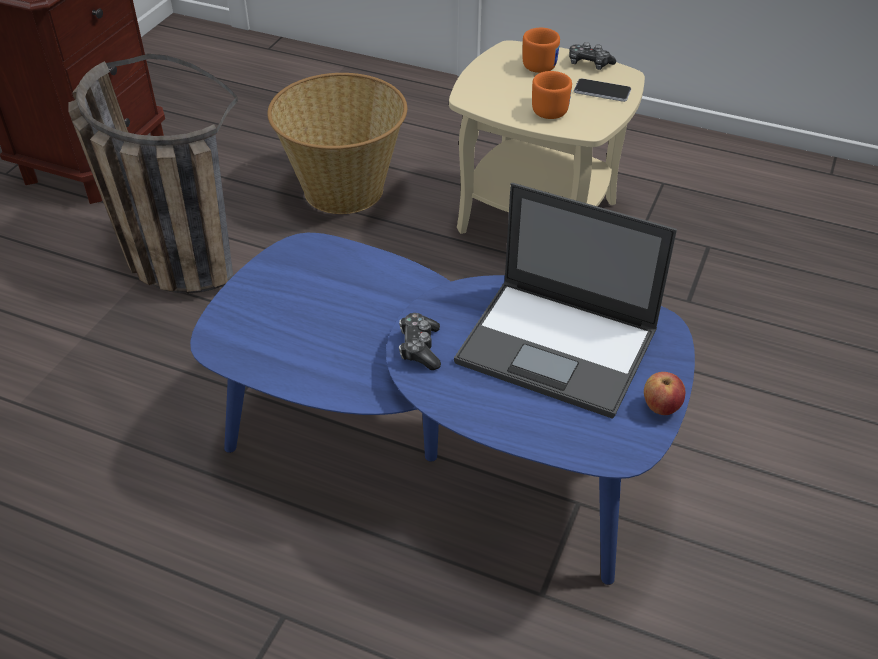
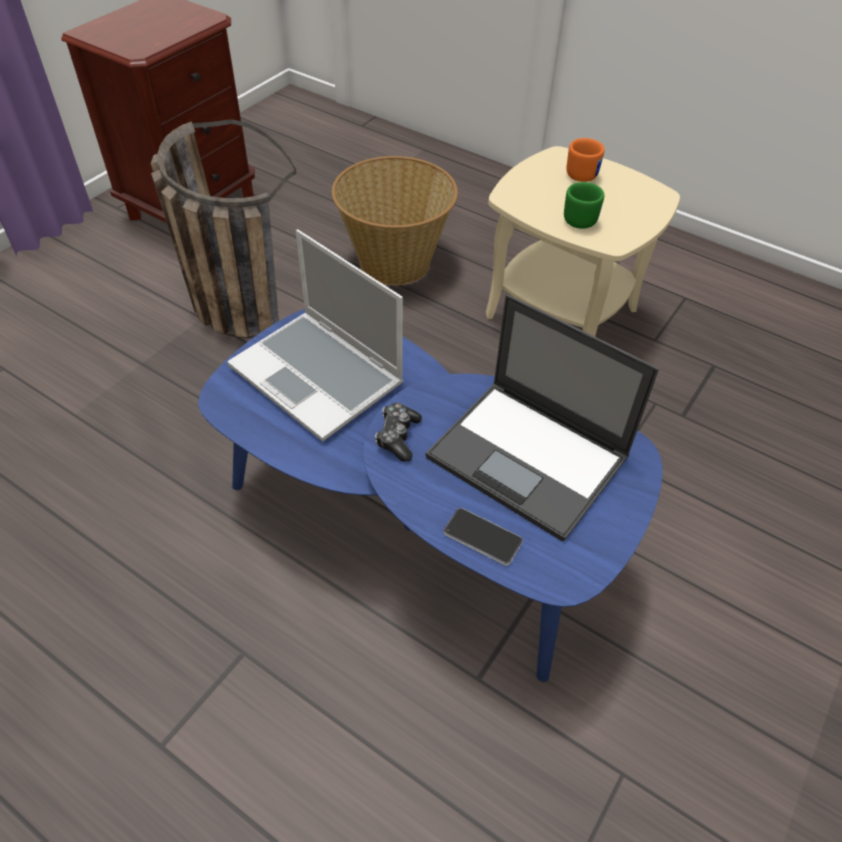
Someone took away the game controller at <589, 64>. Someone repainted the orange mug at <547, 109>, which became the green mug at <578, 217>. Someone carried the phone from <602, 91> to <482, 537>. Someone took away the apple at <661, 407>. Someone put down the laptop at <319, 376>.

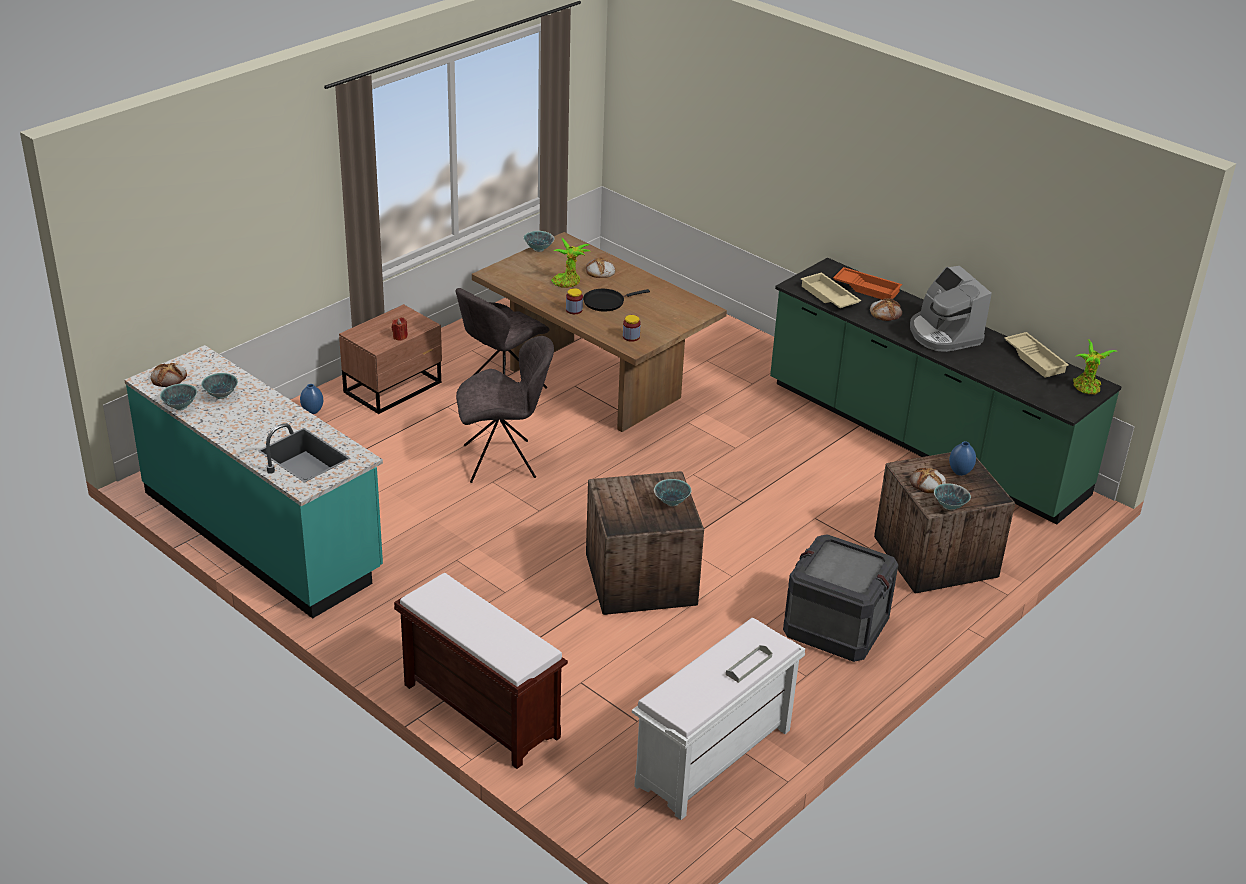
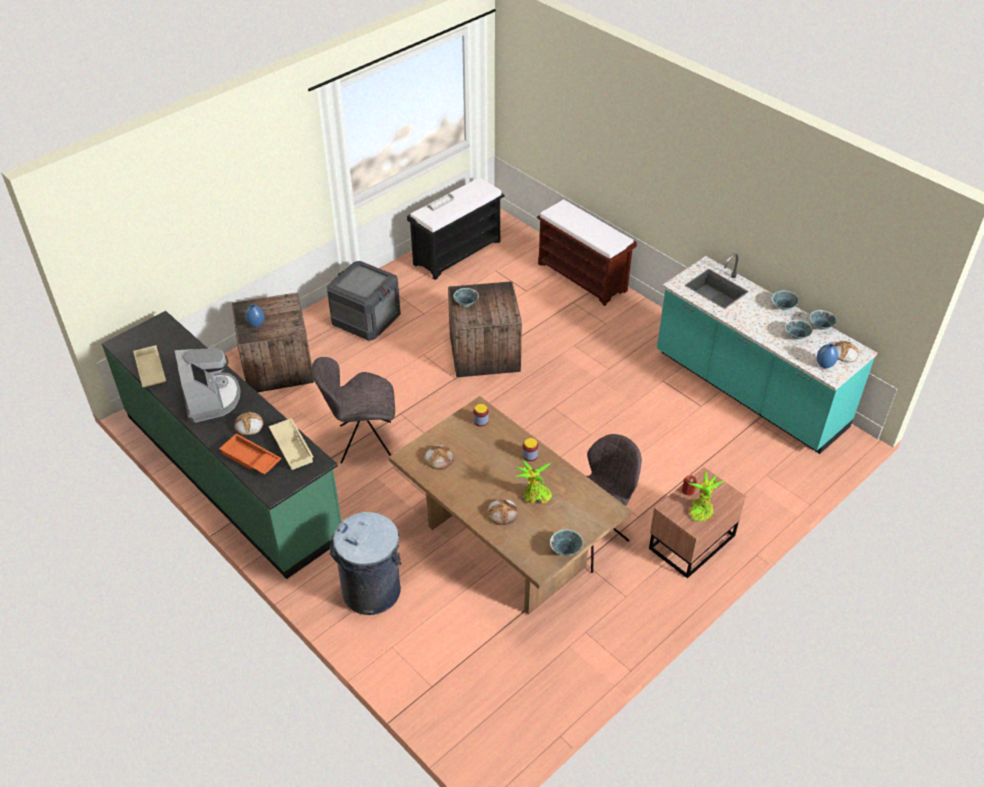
Someone took away the black frying pan at <606, 302>. Someone carried the grey chair from <503, 461> to <363, 442>. Someone carried the potted plant from <1086, 388> to <701, 510>. Someone carried the blue vase from <313, 411> to <824, 365>. Someone carried the bread from <927, 483> to <439, 458>. Someone carried the bowl from <949, 507> to <783, 307>. Someone repainted the white bench at <713, 759>, which became the black bench at <457, 252>. Someone put down the grey trash can at <371, 591>.

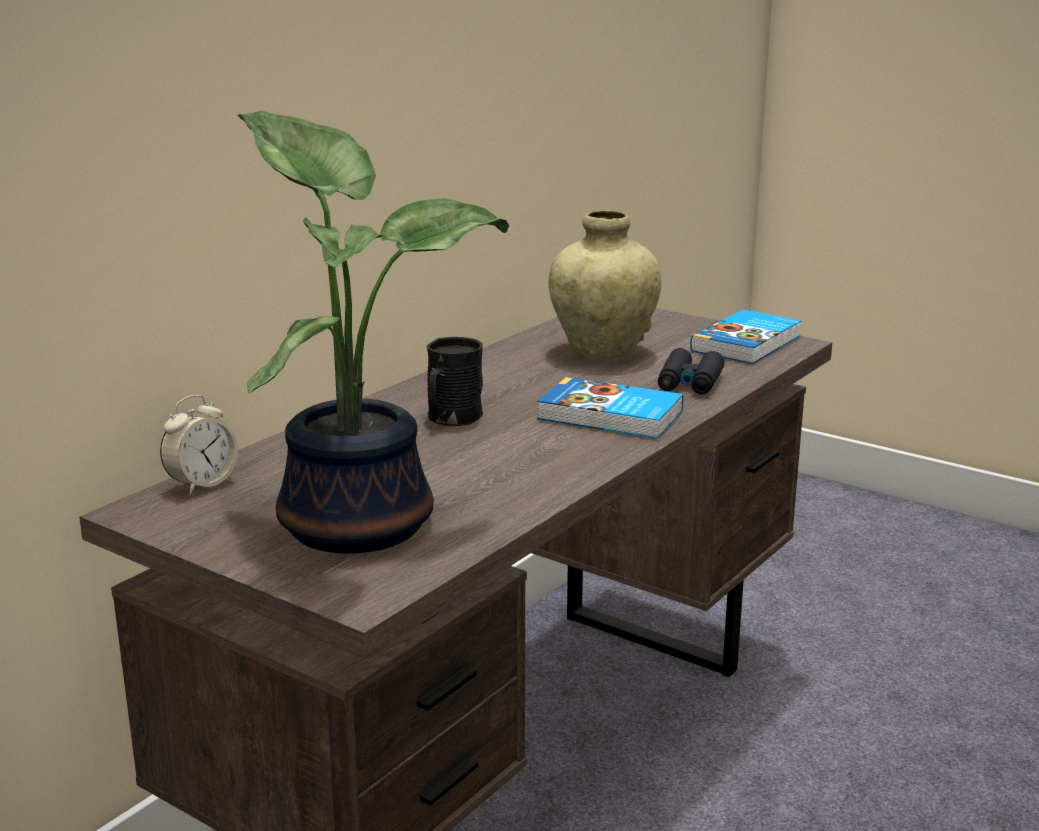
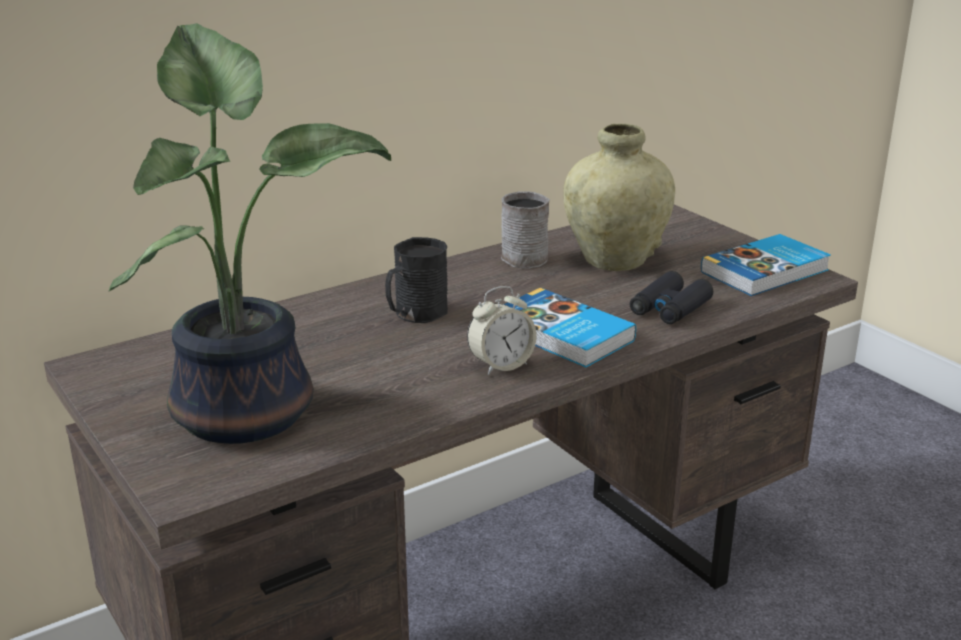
Someone carried the alarm clock from <202, 483> to <501, 365>. Someone put down the grey mug at <521, 256>.

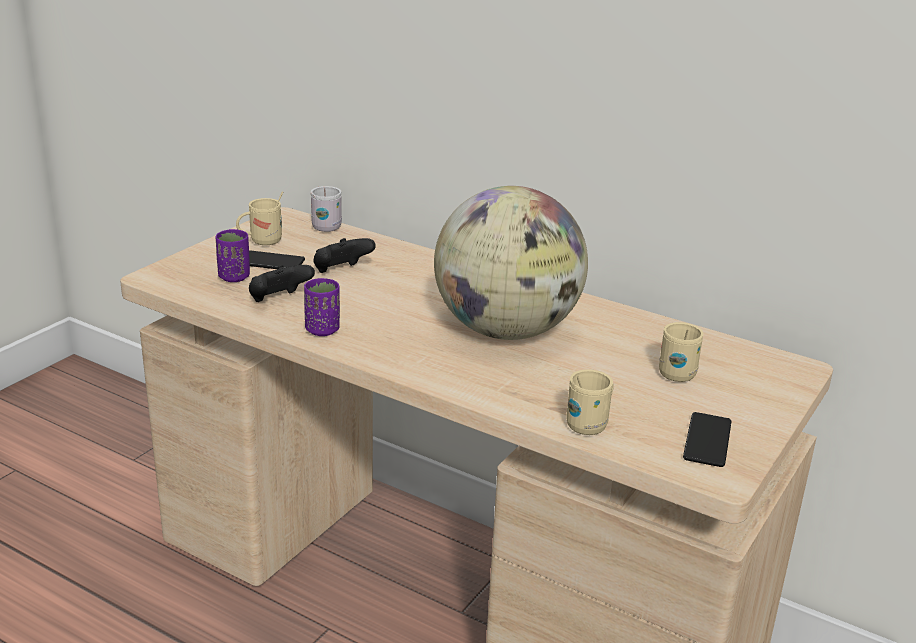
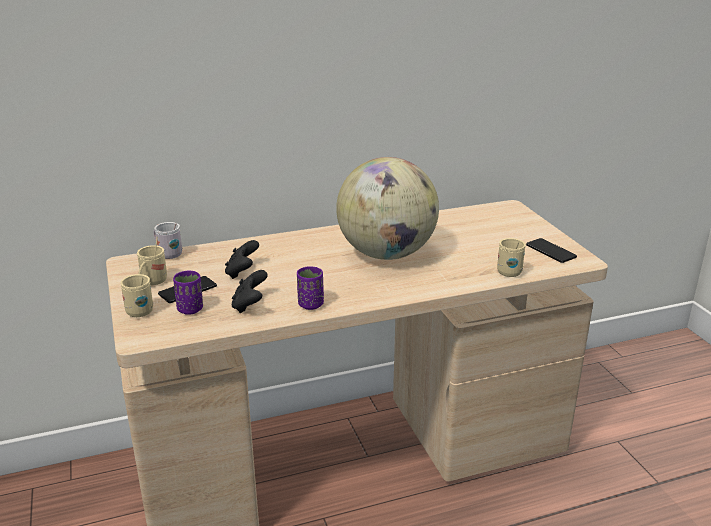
Someone carried the beige mug from <676, 372> to <137, 310>.

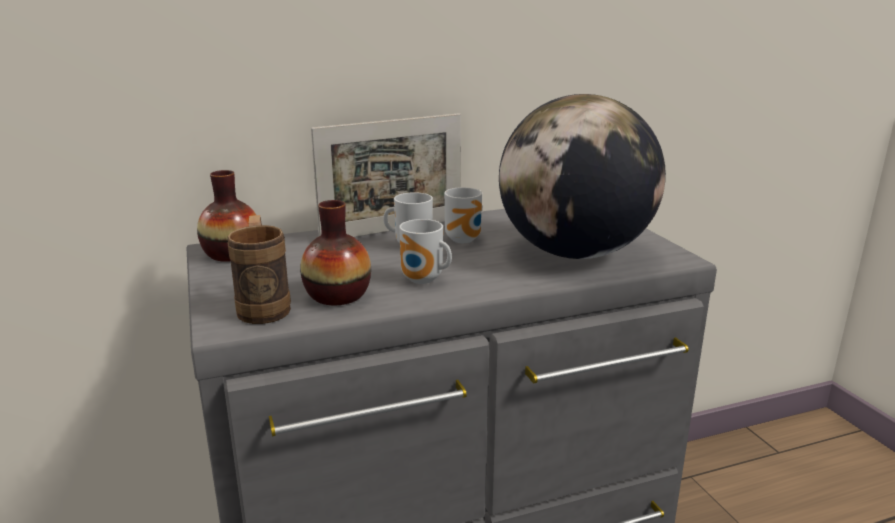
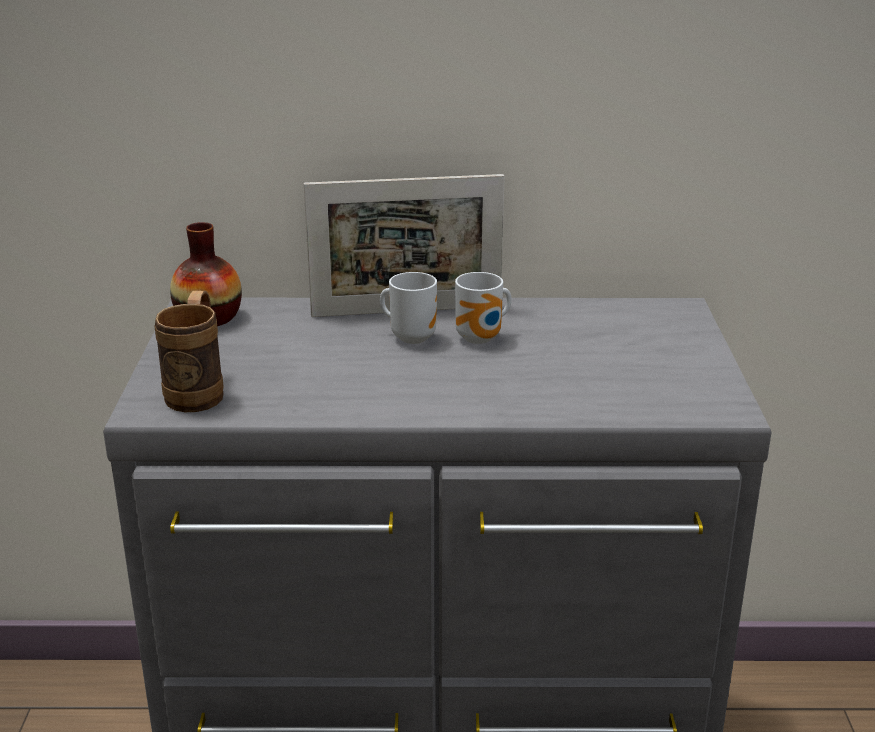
Someone took away the globe at <574, 253>. Someone took away the vase at <337, 295>. Someone took away the mug at <423, 281>.

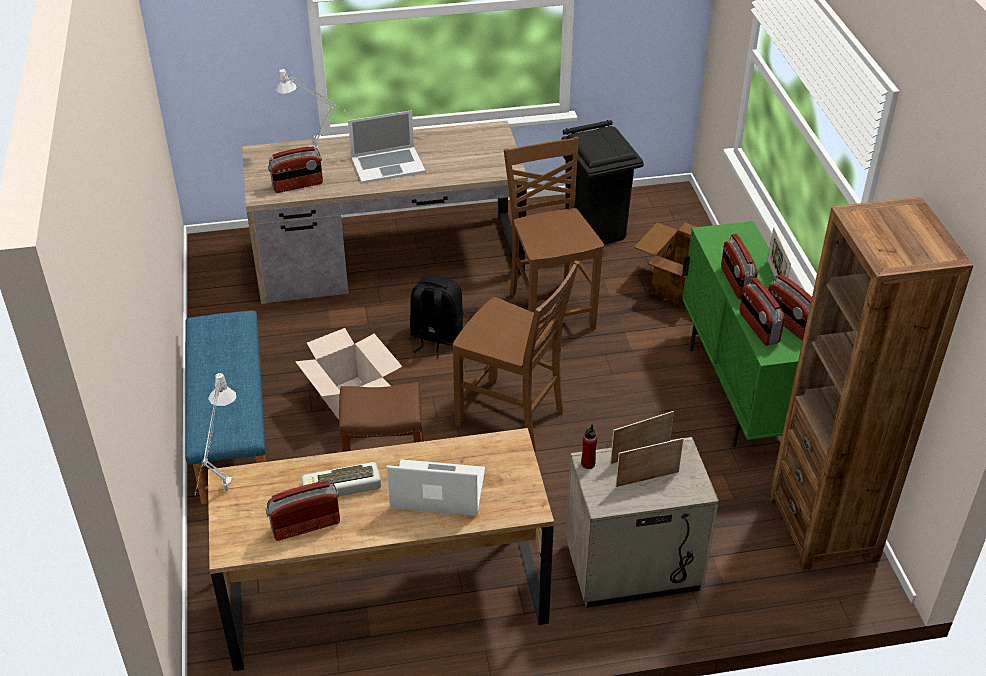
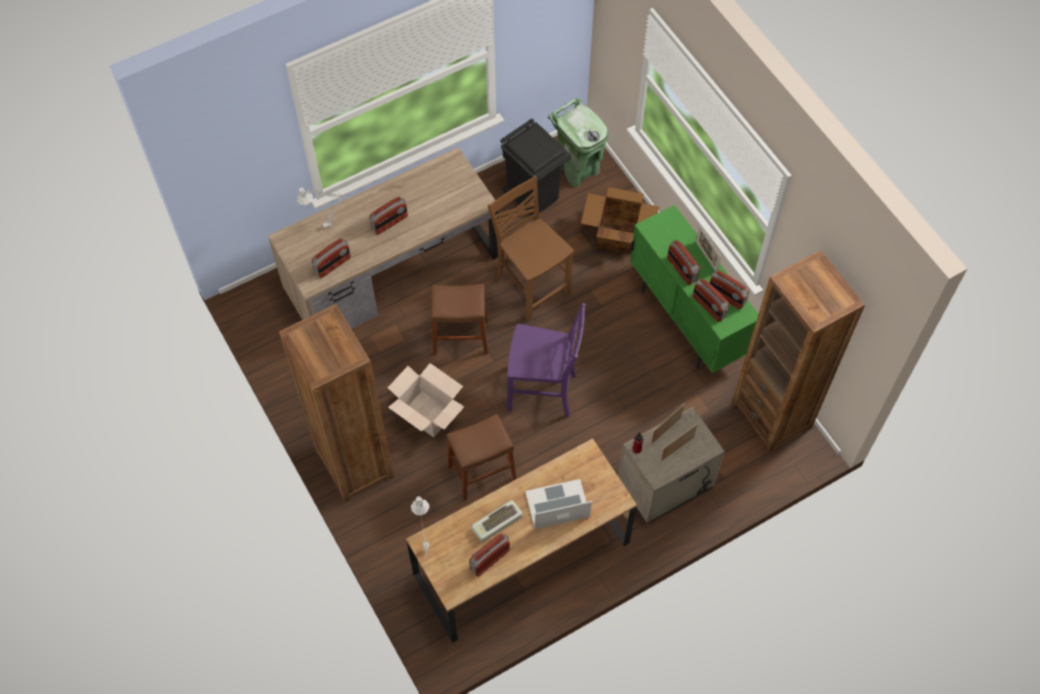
Someone swapped the laptop at <387, 165> for the radio at <389, 223>. Someone repainted the brown chair at <512, 418>, which became the purple chair at <543, 392>. Someone swapped the black backpack at <436, 338> for the brown stool at <460, 337>. Someone swapped the blue bench at <231, 429> for the brown bookcase at <354, 464>. Someone put down the green trash can at <577, 170>.

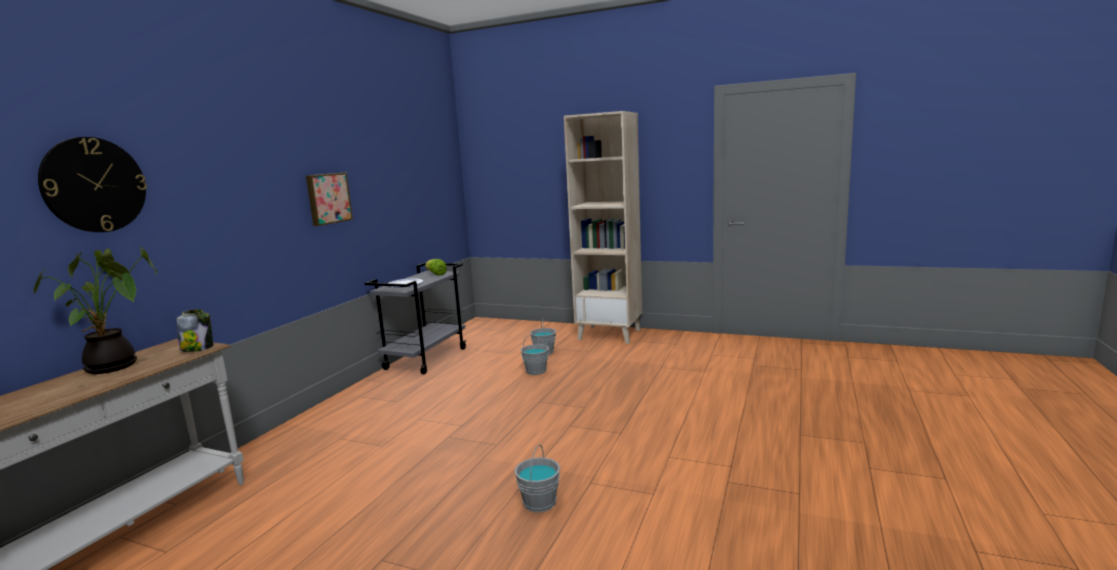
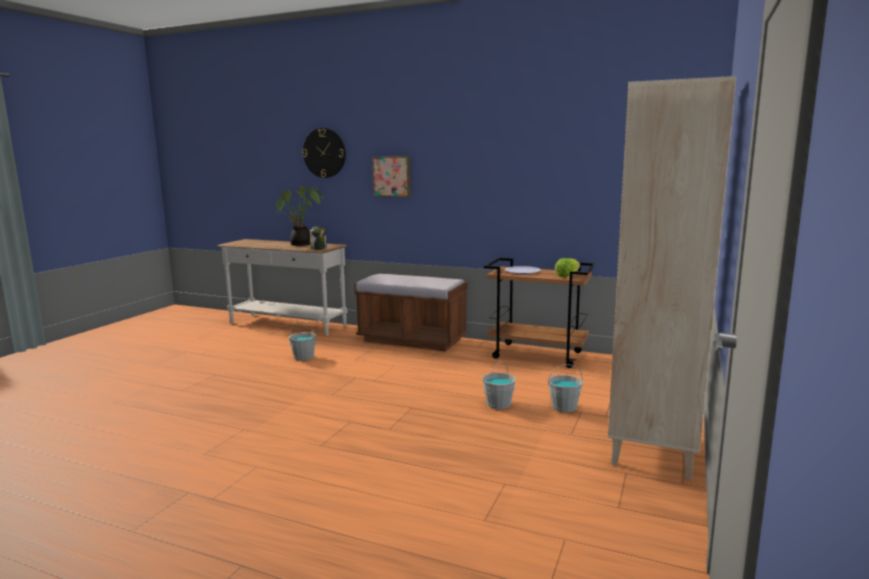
Someone carried the picture from <328, 198> to <392, 176>. Someone repainted the grey cart at <426, 358>, which became the brown cart at <538, 355>. Someone carried the grey bucket from <539, 502> to <304, 357>. Someone put down the brown bench at <412, 340>.

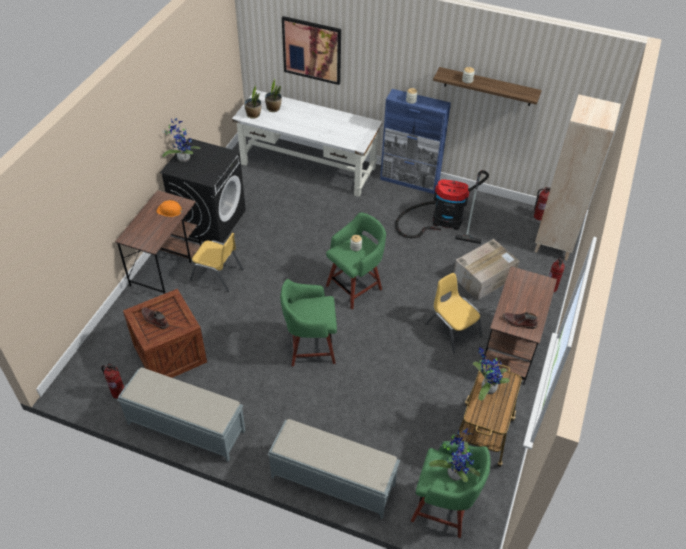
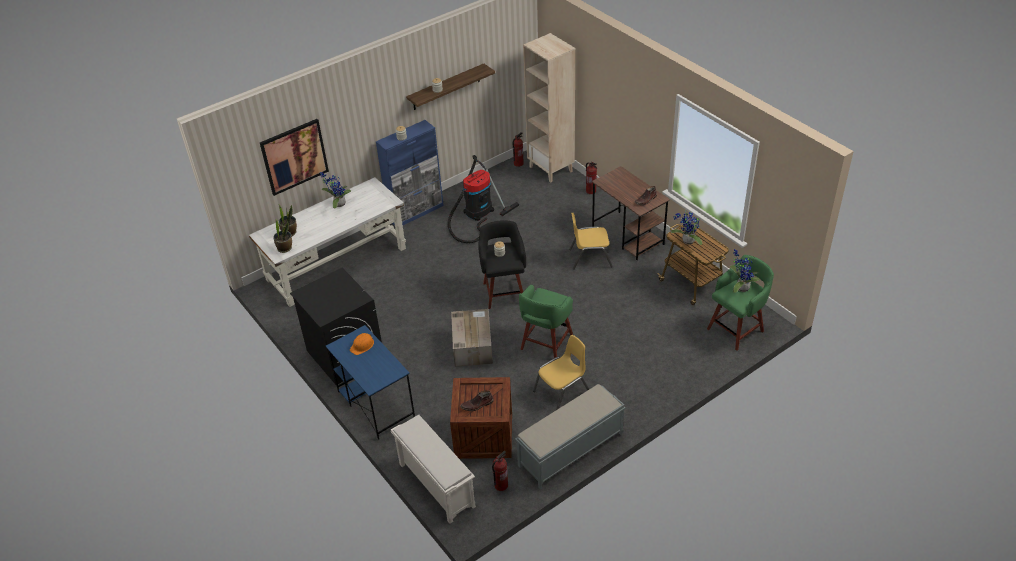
Someone carried the potted plant from <183, 158> to <338, 204>. Someone repainted the brown desk at <166, 265>, which became the blue desk at <375, 404>. Someone repainted the green stool at <355, 287>, which became the black stool at <504, 292>. Someone carried the yellow chair from <217, 275> to <562, 391>. Someone carried the cardboard box from <484, 277> to <472, 345>. Someone took away the grey bench at <332, 480>. Someone put down the white shoe rack at <435, 485>.

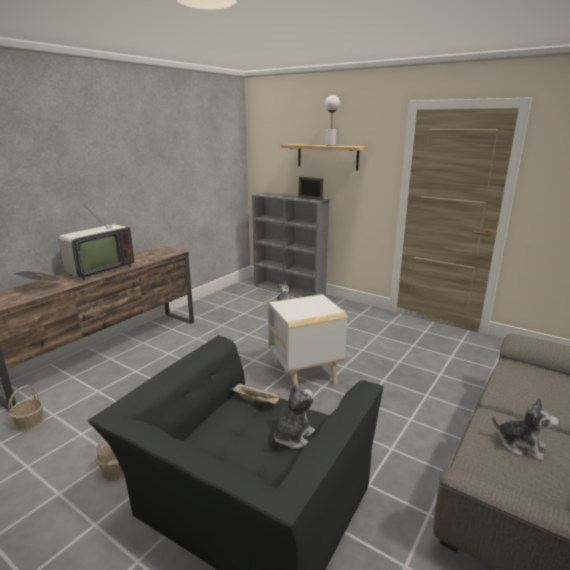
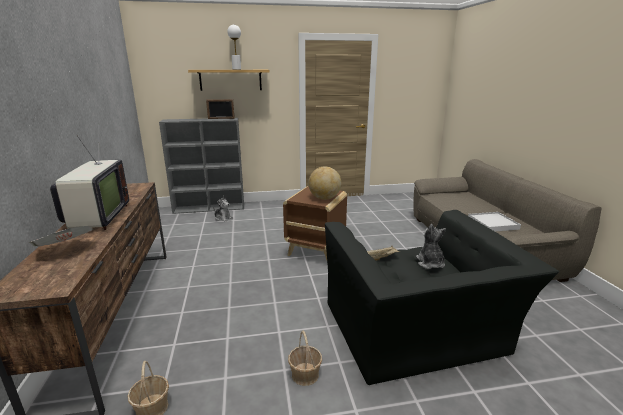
Someone repainted the white side table at <304, 373>, which became the brown side table at <314, 252>. Someone swapped the plush toy at <521, 445> for the white tray at <492, 223>. Someone put down the globe at <324, 198>.

